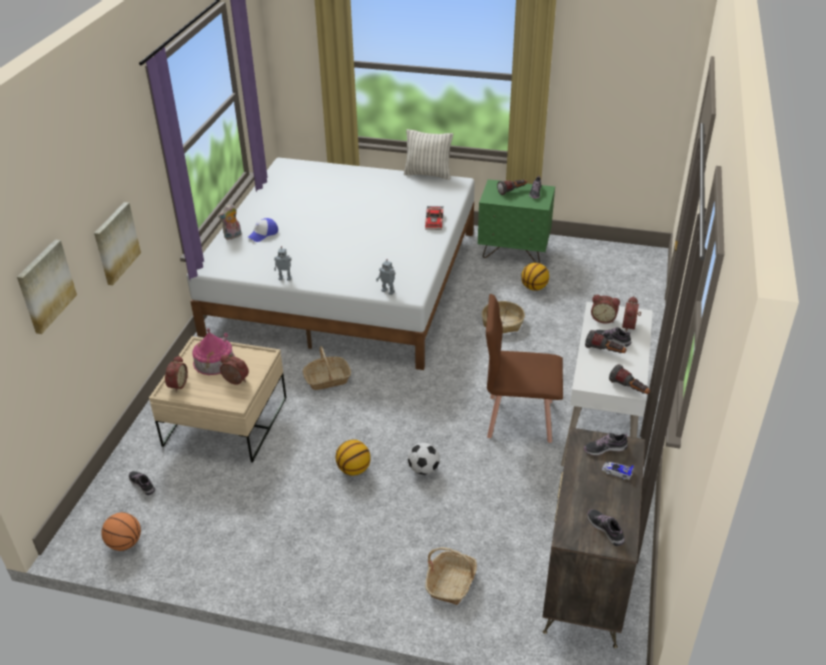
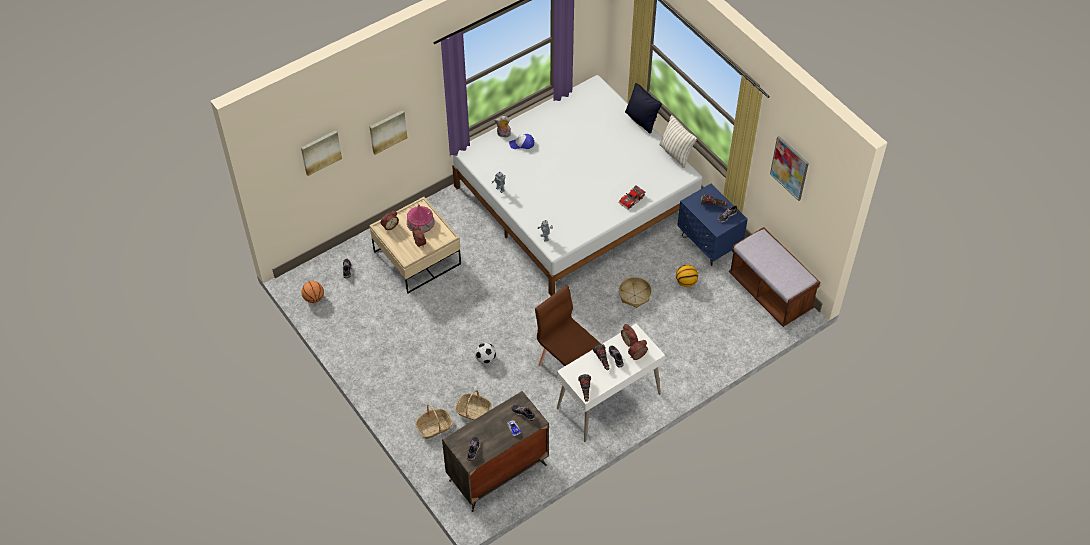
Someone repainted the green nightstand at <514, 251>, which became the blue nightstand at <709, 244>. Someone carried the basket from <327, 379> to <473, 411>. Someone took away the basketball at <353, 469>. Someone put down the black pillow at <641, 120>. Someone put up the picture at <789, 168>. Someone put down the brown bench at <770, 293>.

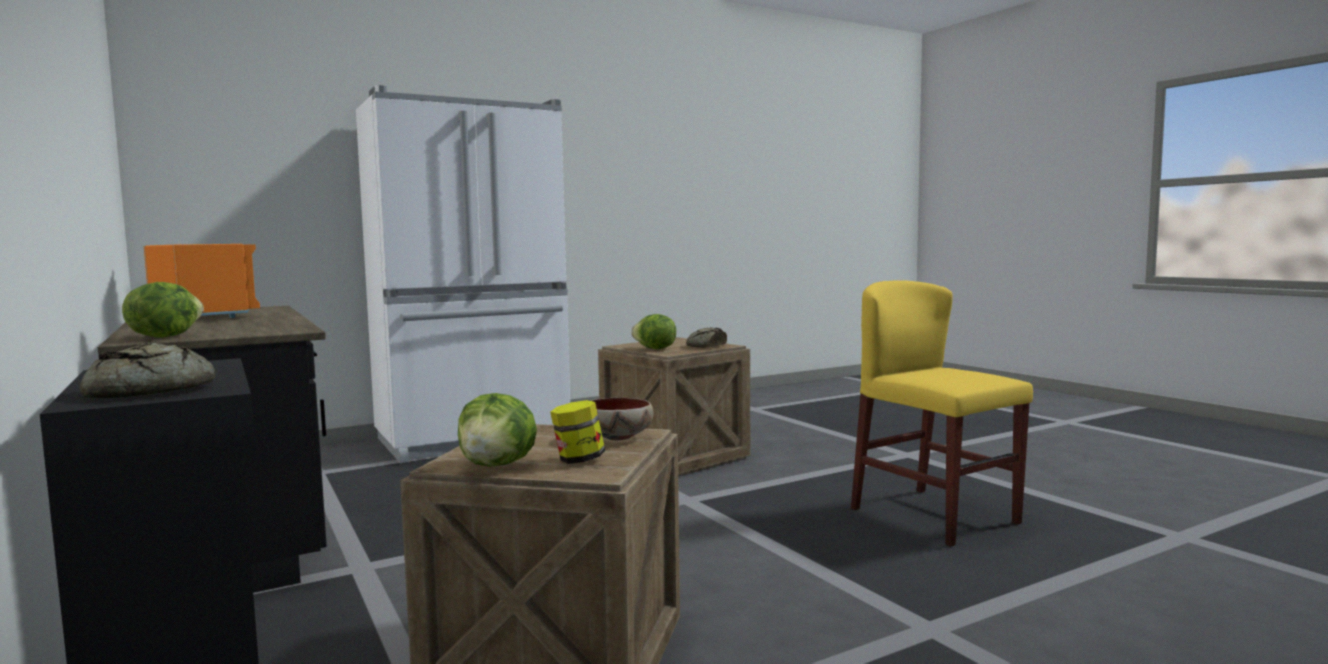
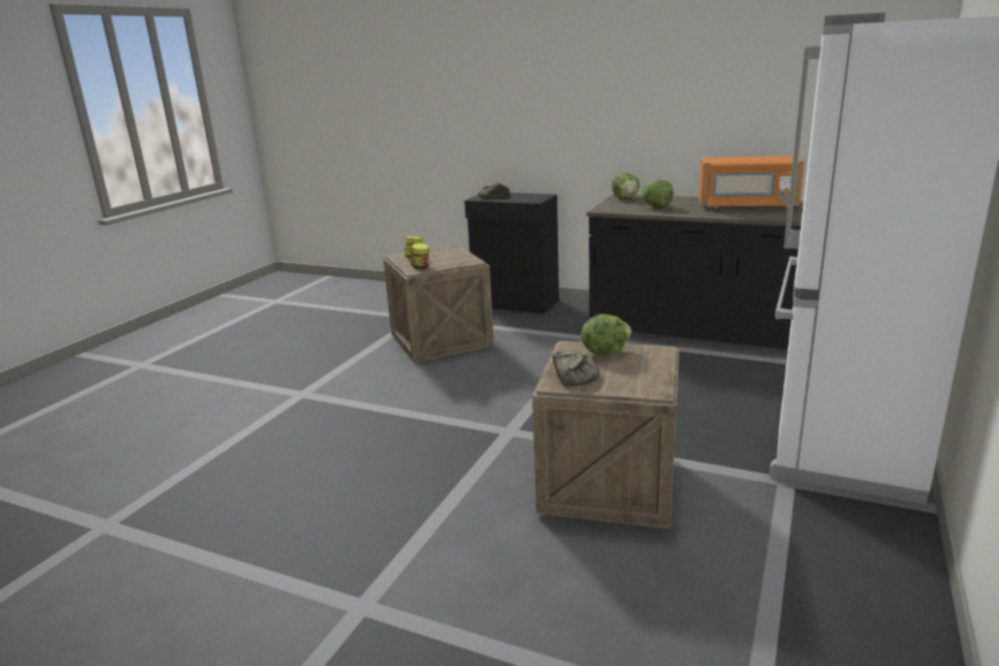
Someone took away the yellow chair at <934, 516>. Someone carried the lettuce from <498, 465> to <656, 207>. Someone swapped the bowl at <615, 438> for the jar at <421, 267>.

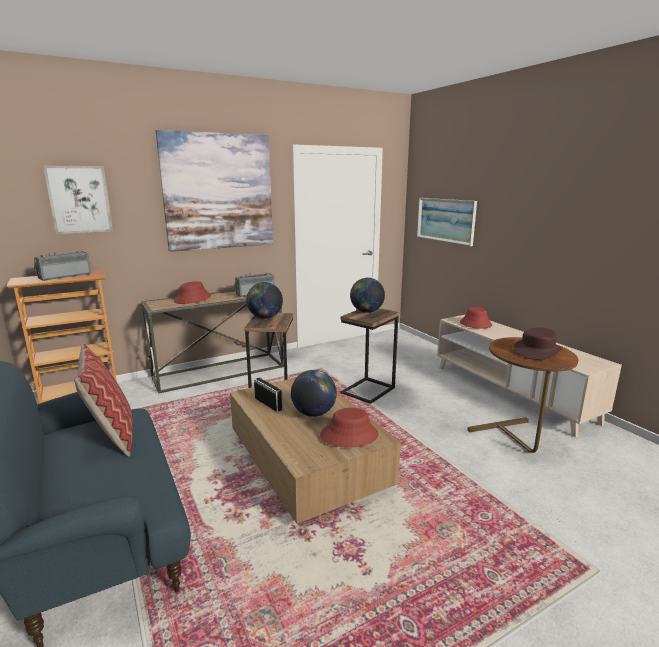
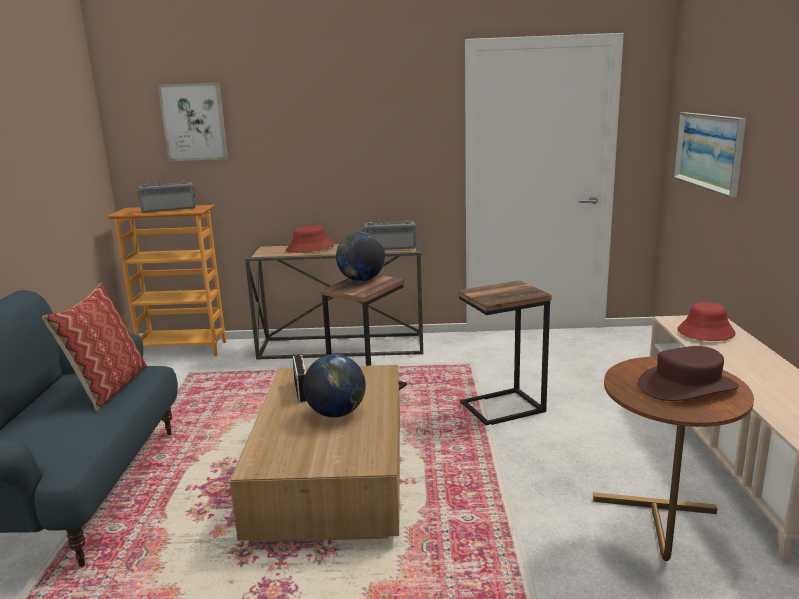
Someone took away the picture at <218, 192>. Someone took away the globe at <366, 312>. Someone took away the red hat at <349, 435>.

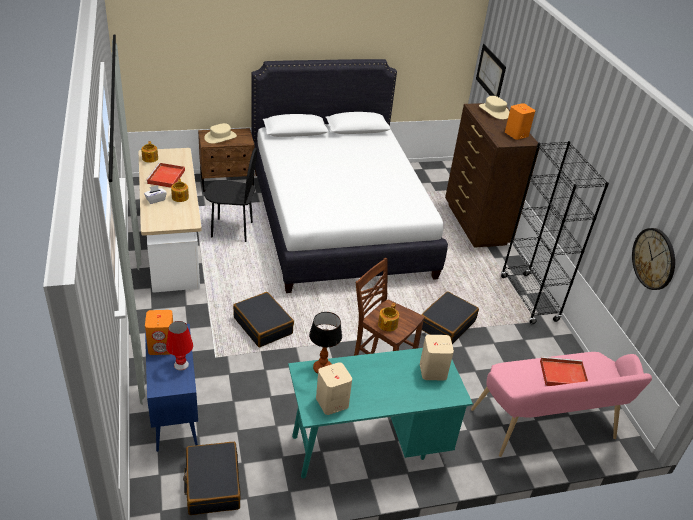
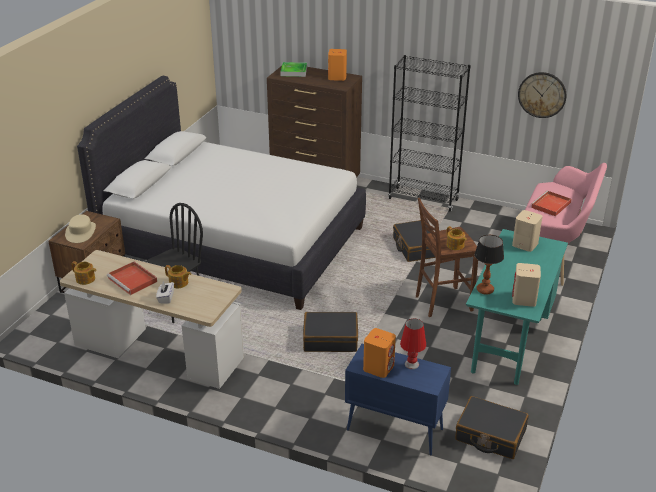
Someone took away the picture at <490, 73>. Someone swapped the beige hat at <494, 111> for the tray at <294, 71>.

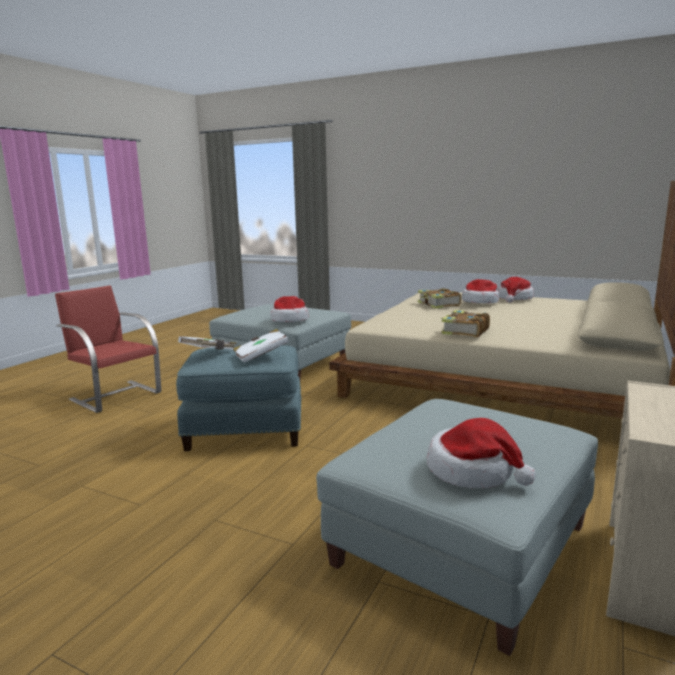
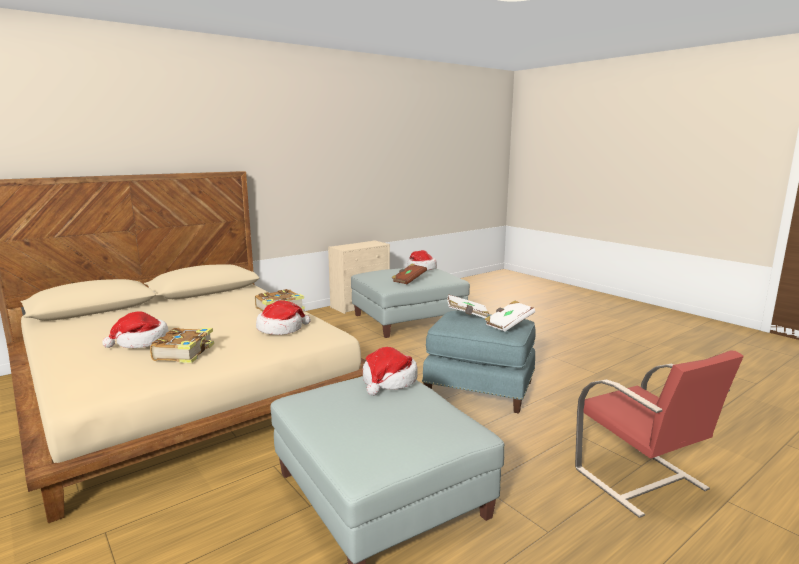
Someone carried the hat from <514, 298> to <281, 329>. Someone put down the brown book at <408, 280>.

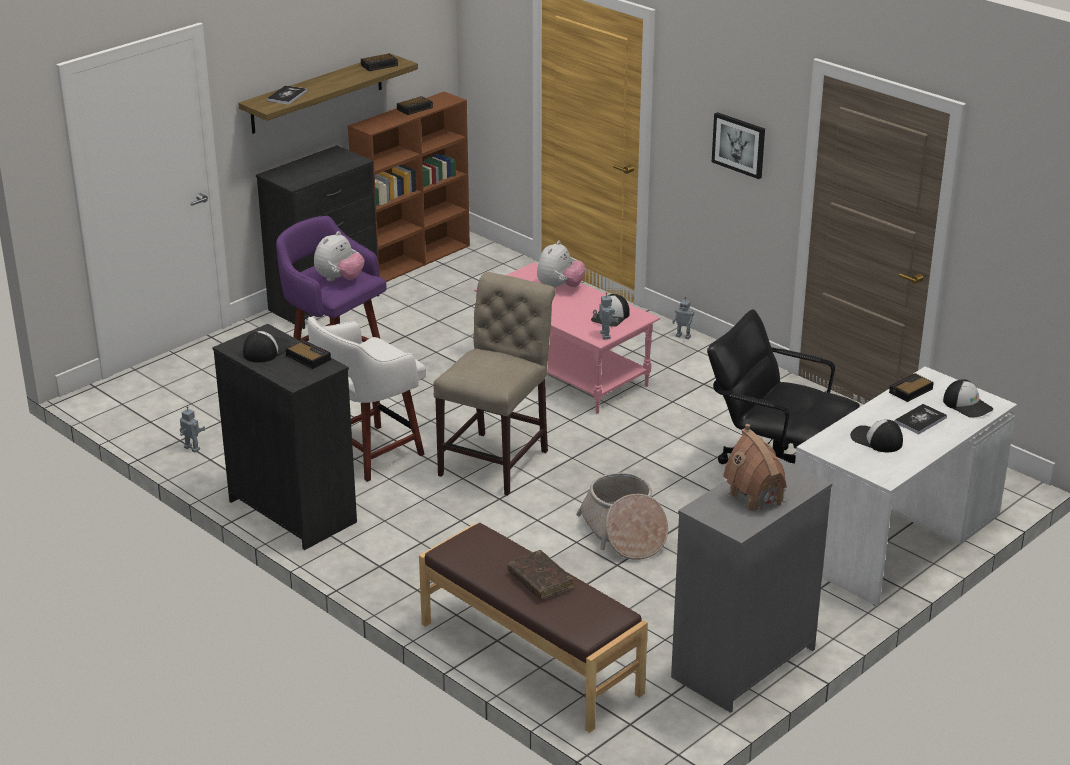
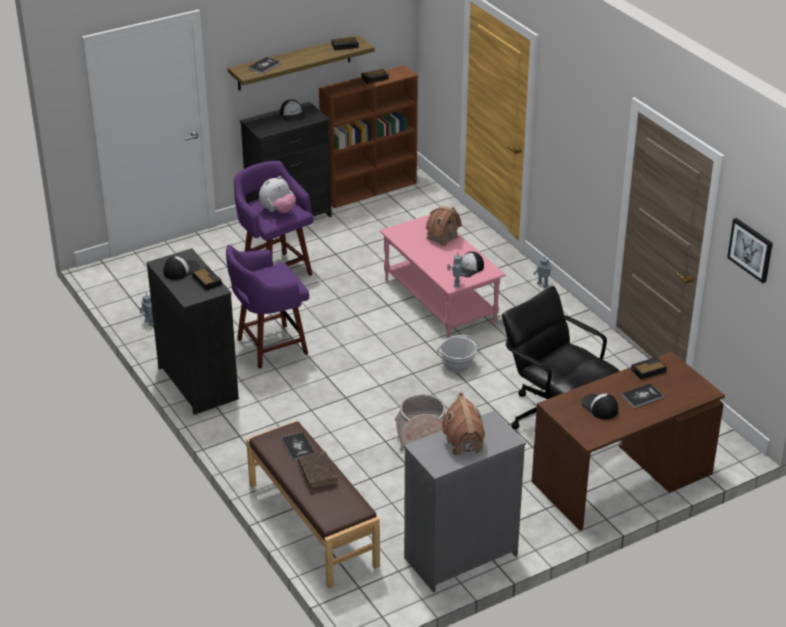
Someone carried the picture from <739, 144> to <751, 249>. Someone swapped the plush toy at <559, 287> for the toy house at <442, 238>. Someone took away the beige chair at <498, 460>. Someone repainted the white stool at <369, 454>, which became the purple stool at <269, 347>. Someone repainted the white desk at <895, 538>, which became the brown desk at <622, 479>. Someone carried the cap from <967, 405> to <293, 115>. Someone put down the basket at <457, 365>. Someone put down the book at <298, 447>.

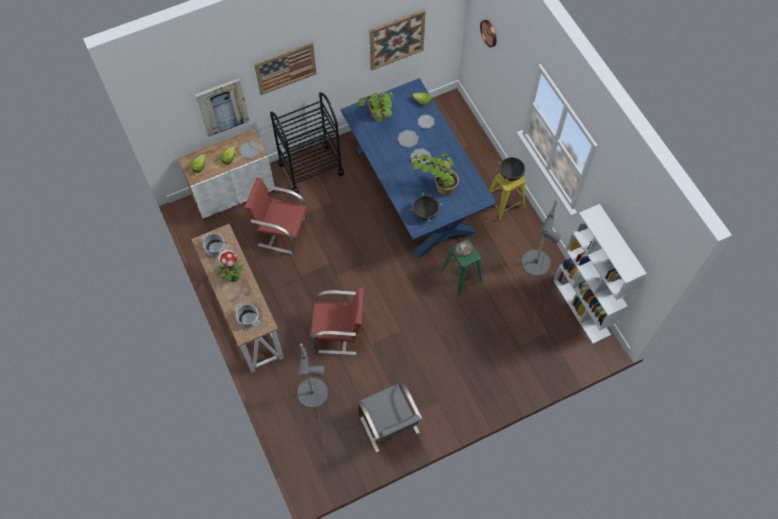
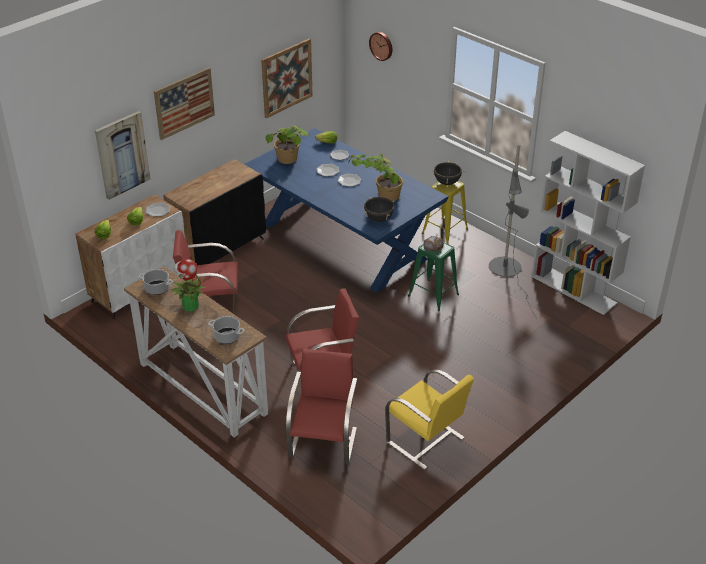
Someone swapped the black cart at <310, 168> for the black cabinet at <220, 250>. Someone swapped the grey floor lamp at <314, 399> for the red chair at <324, 441>. Someone repainted the grey chair at <389, 425>, which became the yellow chair at <426, 441>.

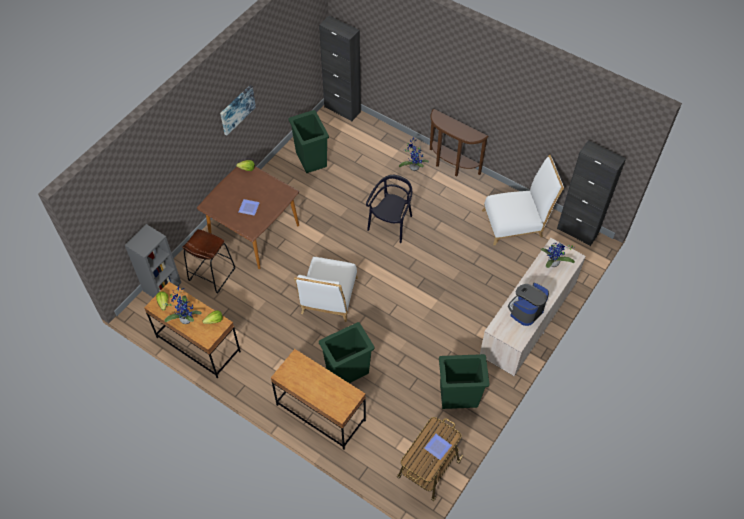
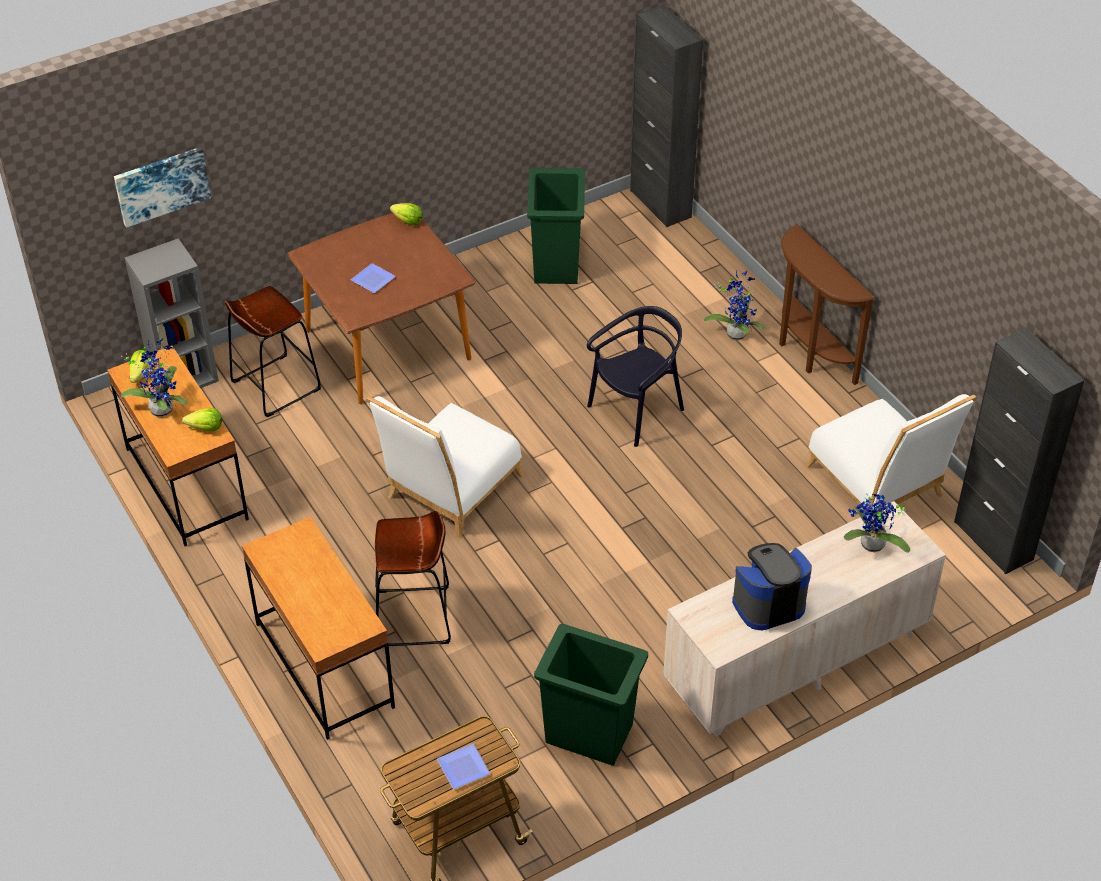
Someone carried the picture from <237, 109> to <162, 185>. Someone rotated the white chair at <516, 223> by 45 degrees clockwise. Someone swapped the green trash can at <348, 371> for the brown stool at <413, 617>.

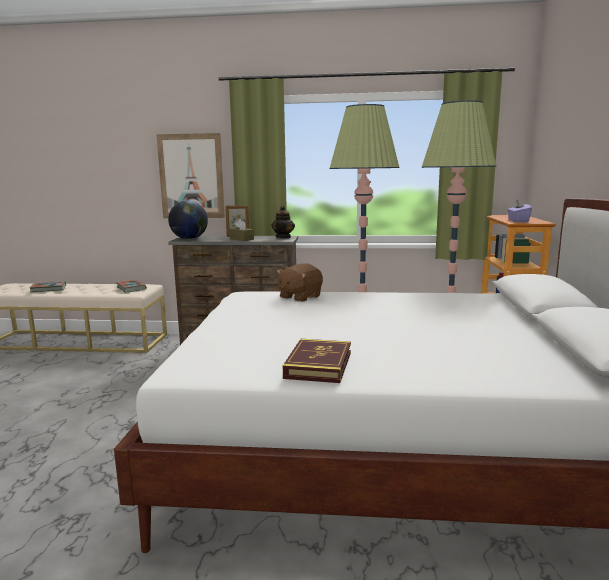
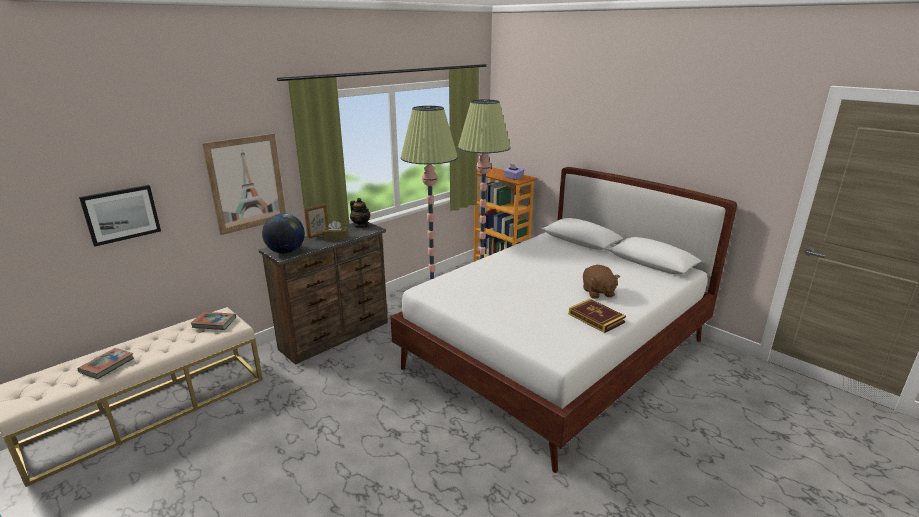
Someone carried the brown plush toy from <299, 297> to <598, 292>. Someone put up the picture at <121, 214>.

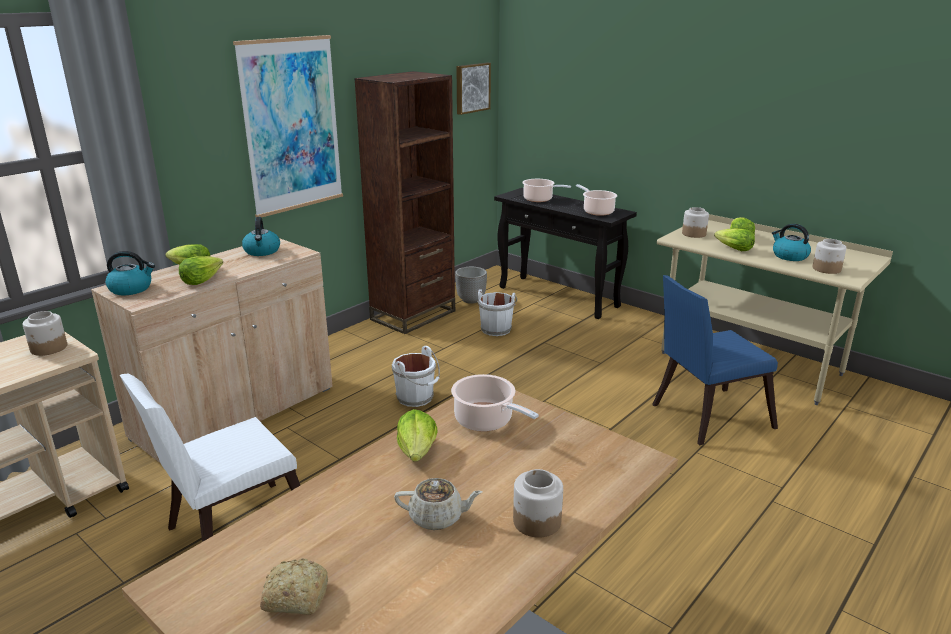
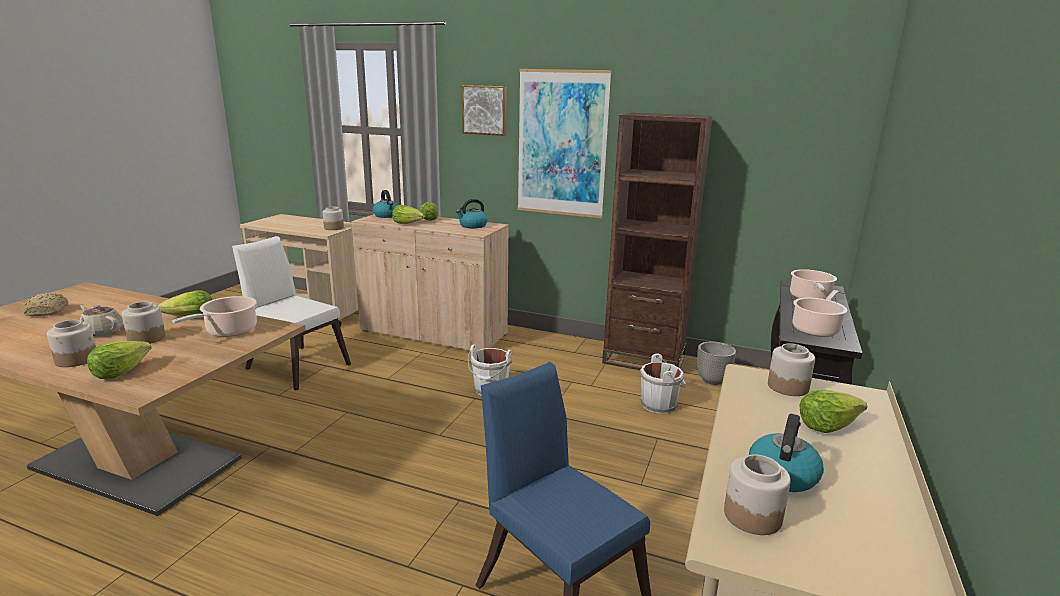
Someone carried the picture from <471, 88> to <485, 110>. Someone carried the lettuce from <733, 249> to <120, 371>. Someone rotated the beige teapot at <437, 517> by 135 degrees clockwise. Someone put down the jar at <146, 338>.

